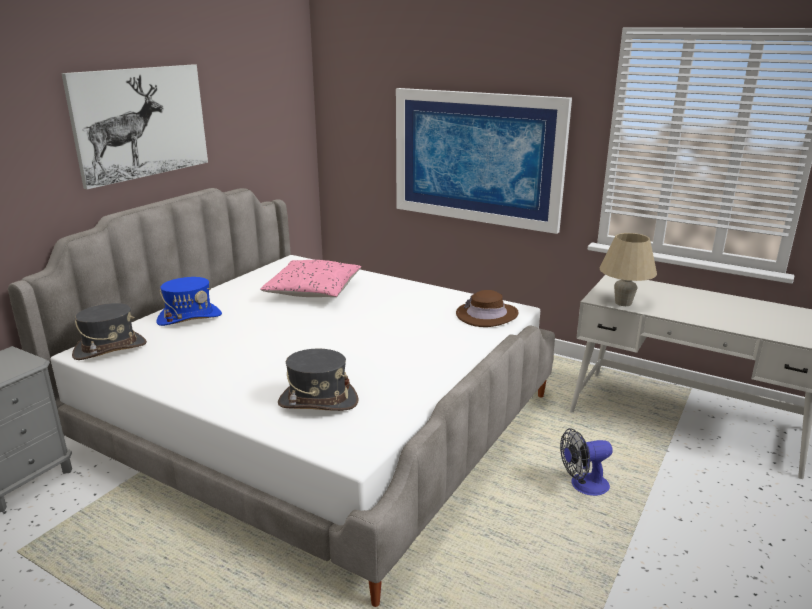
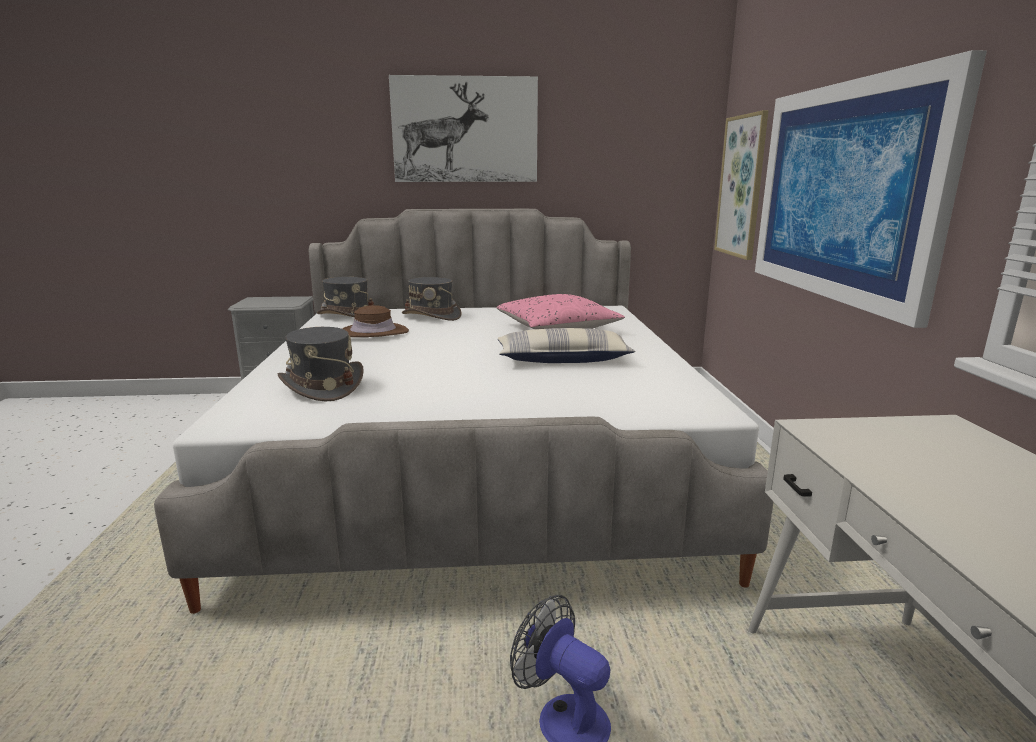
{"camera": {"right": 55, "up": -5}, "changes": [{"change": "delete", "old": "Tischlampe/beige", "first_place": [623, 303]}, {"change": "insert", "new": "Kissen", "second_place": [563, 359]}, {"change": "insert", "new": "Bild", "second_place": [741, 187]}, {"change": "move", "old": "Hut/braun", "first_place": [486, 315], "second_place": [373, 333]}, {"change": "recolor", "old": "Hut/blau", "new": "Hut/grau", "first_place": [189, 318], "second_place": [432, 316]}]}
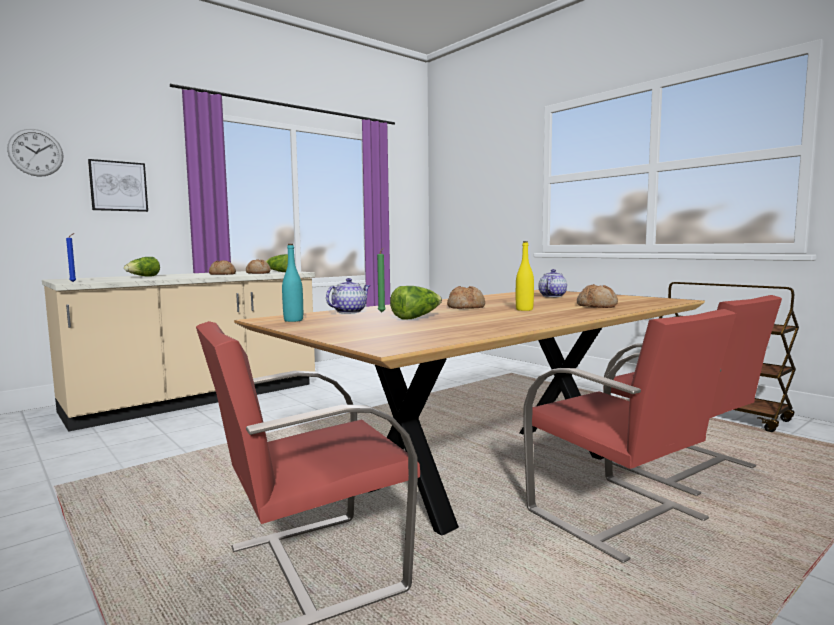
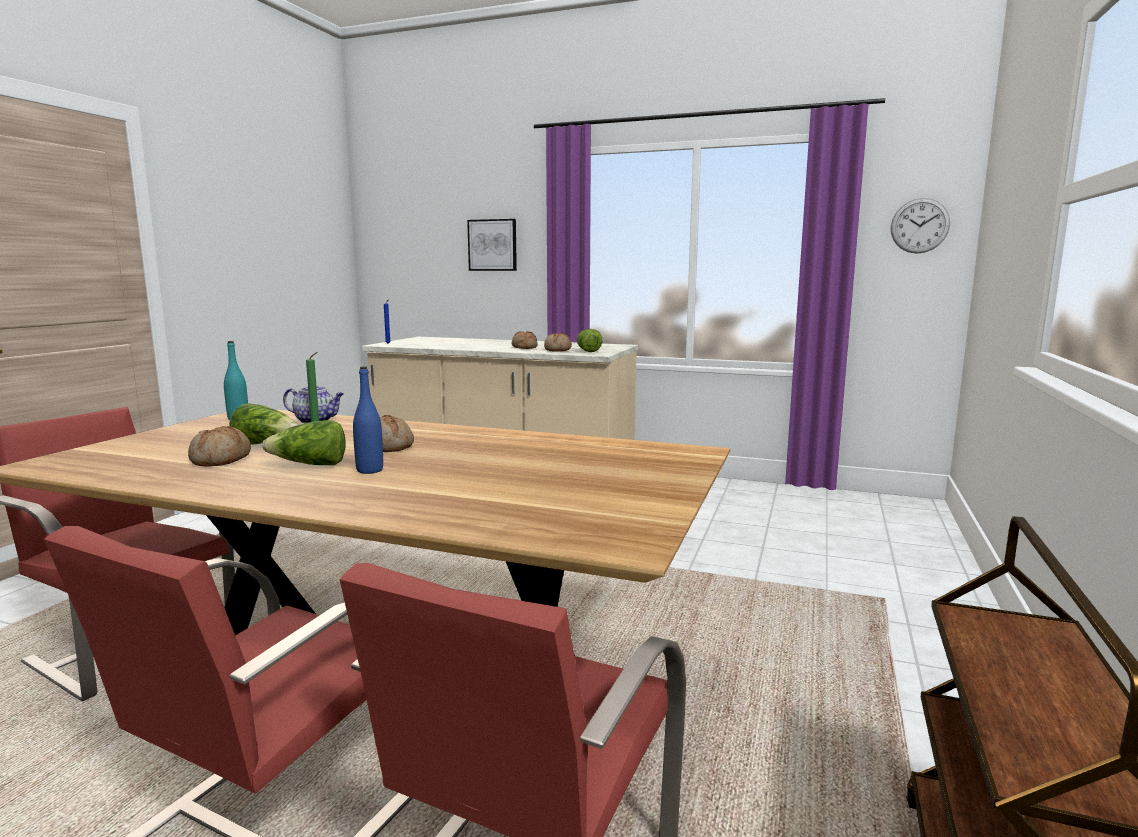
{"camera": {"right": 60, "up": 5}, "changes": [{"change": "delete", "old": "Teekanne", "first_place": [552, 296]}, {"change": "move", "old": "Wanduhr", "first_place": [36, 152], "second_place": [919, 225]}, {"change": "move", "old": "Salatkopf", "first_place": [143, 277], "second_place": [310, 465]}, {"change": "move", "old": "Brot", "first_place": [597, 306], "second_place": [222, 460]}, {"change": "recolor", "old": "Flasche/gelb", "new": "Flasche/blau", "first_place": [524, 309], "second_place": [370, 470]}]}
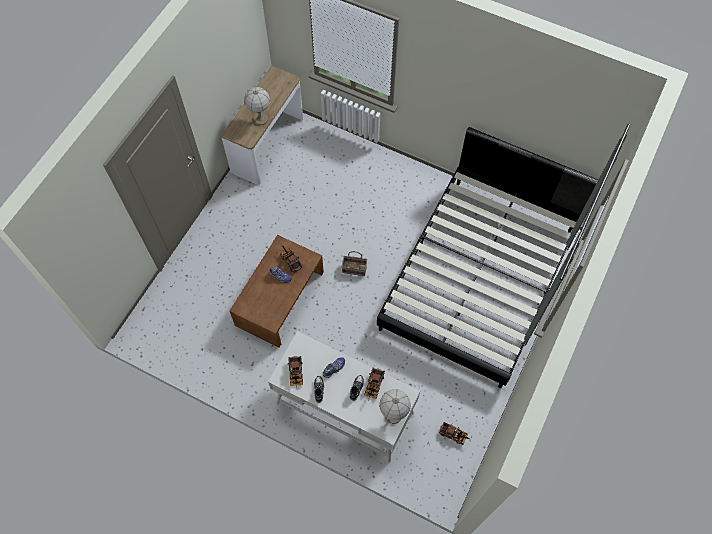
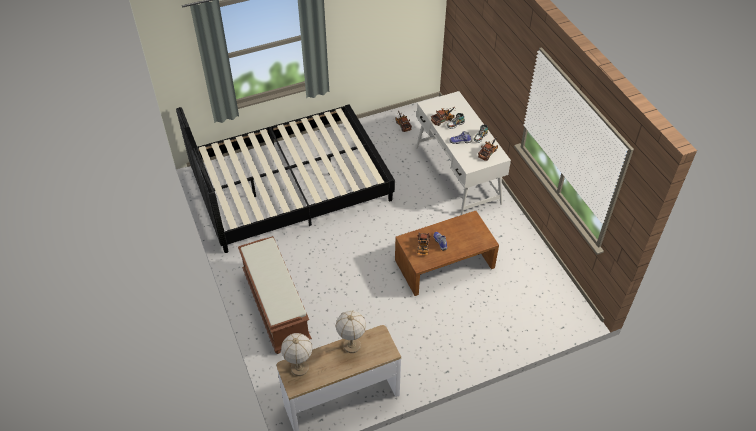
{"camera": {"right": -140, "up": -15}, "changes": [{"change": "delete", "old": "Korb", "first_place": [355, 268]}, {"change": "insert", "new": "Bank/braun", "second_place": [275, 306]}, {"change": "move", "old": "Tischlampe", "first_place": [393, 415], "second_place": [299, 368]}]}
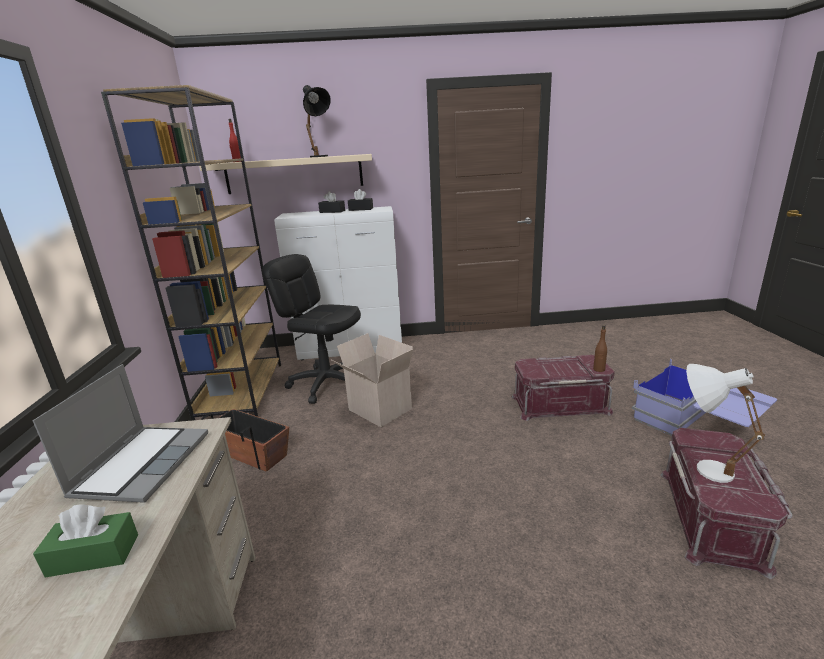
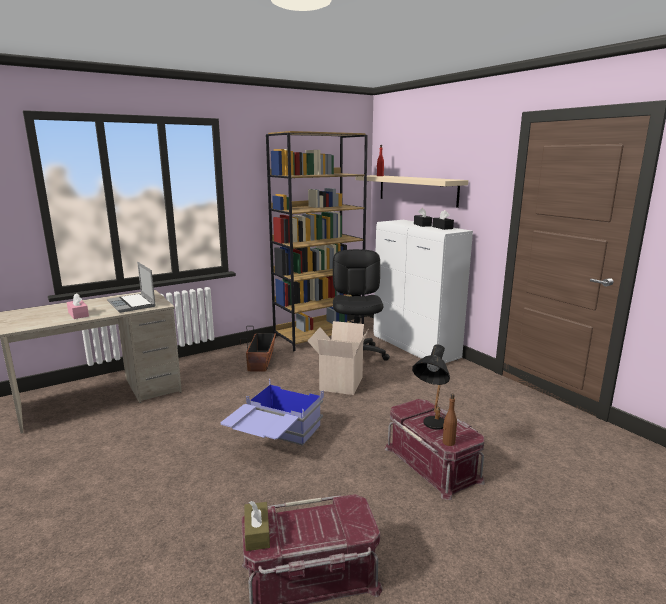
{"camera": {"right": 60, "up": -5}, "changes": [{"change": "delete", "old": "Tischlampe/weiß", "first_place": [701, 466]}, {"change": "insert", "new": "Taschentuchbox/braun", "second_place": [257, 533]}, {"change": "move", "old": "Tischlampe/schwarz", "first_place": [320, 156], "second_place": [431, 427]}, {"change": "move", "old": "Aufbewahrungsbox/blau", "first_place": [696, 427], "second_place": [274, 441]}, {"change": "recolor", "old": "Taschentuchbox/grün", "new": "Taschentuchbox/rosa", "first_place": [93, 555], "second_place": [78, 314]}, {"change": "rotate", "old": "Laptop", "first_place": [142, 463], "second_place": [132, 304], "degrees": 75}]}
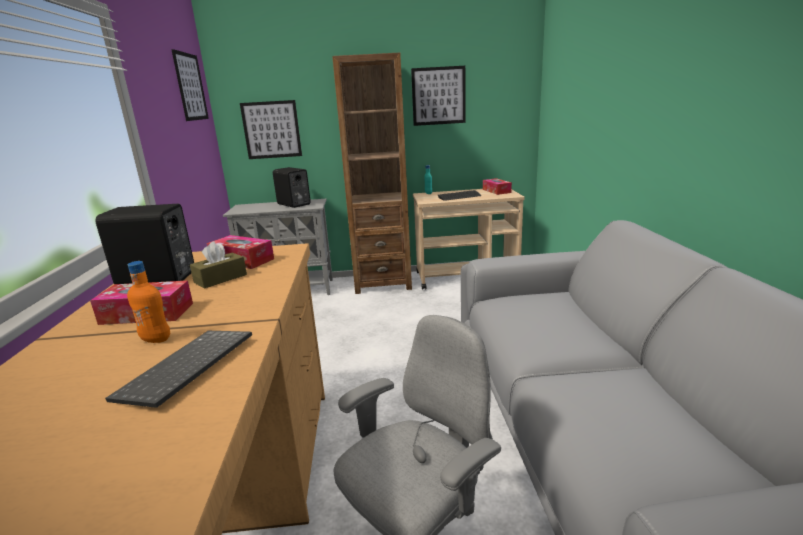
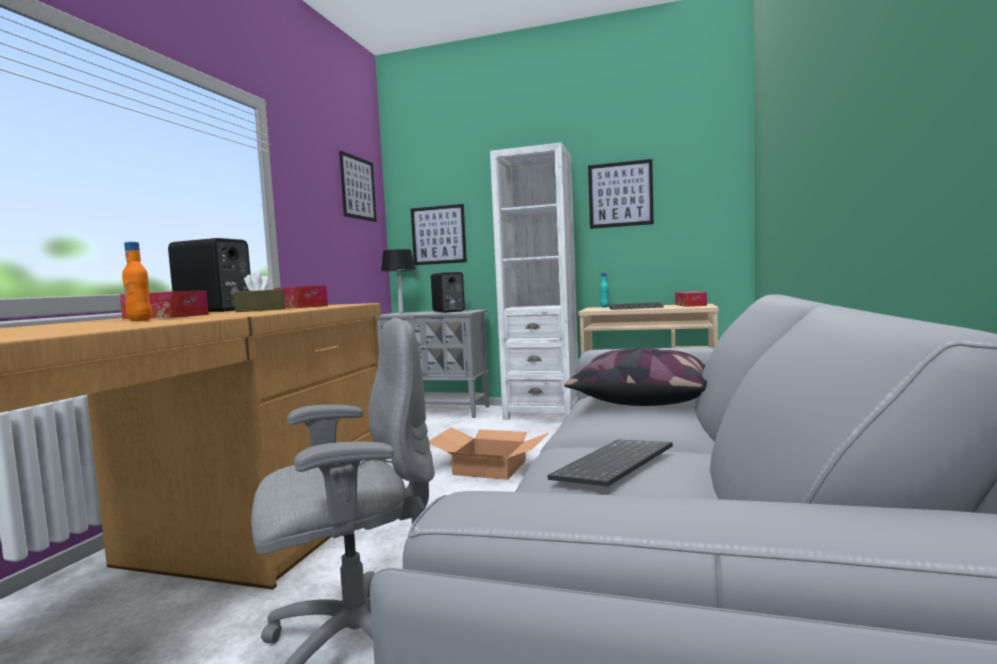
{"camera": {"right": 20, "up": -15}, "changes": [{"change": "insert", "new": "Tischlampe/schwarz", "second_place": [401, 312]}, {"change": "insert", "new": "Karton", "second_place": [488, 468]}, {"change": "insert", "new": "Kissen", "second_place": [641, 399]}, {"change": "move", "old": "Tastatur", "first_place": [188, 369], "second_place": [615, 466]}, {"change": "recolor", "old": "Bücherregal/braun", "new": "Bücherregal/weiß", "first_place": [382, 282], "second_place": [542, 413]}]}
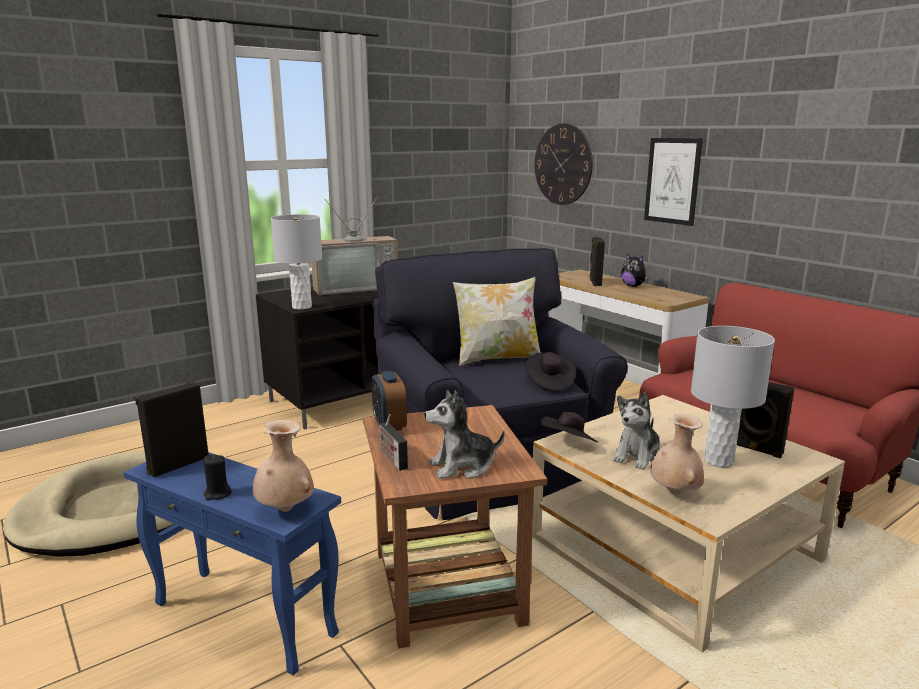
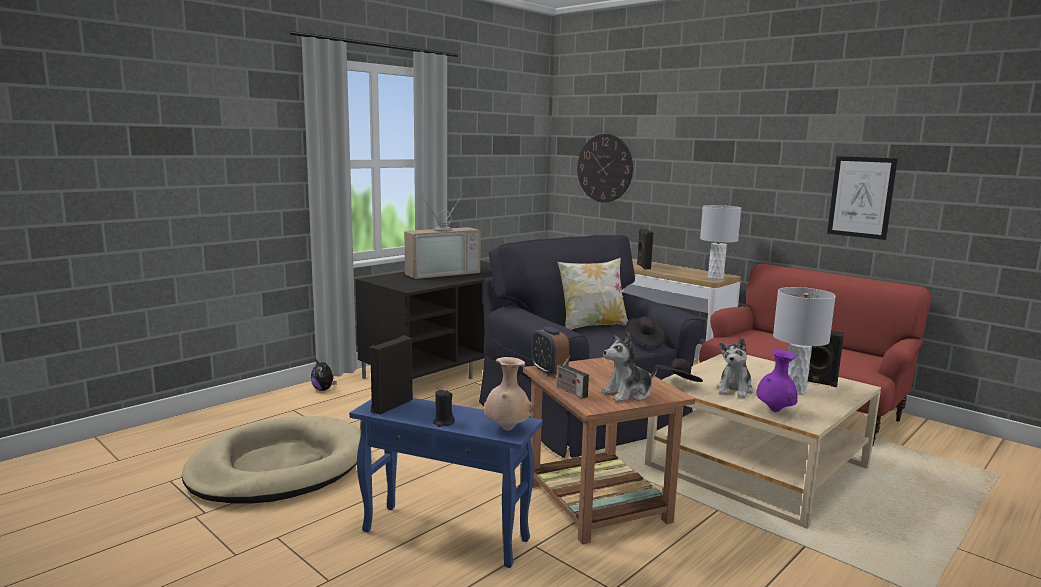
{"camera": {"right": -10, "up": -5}, "changes": [{"change": "move", "old": "Tischlampe/grau", "first_place": [302, 307], "second_place": [716, 277]}, {"change": "move", "old": "Plüschtier", "first_place": [633, 286], "second_place": [324, 389]}, {"change": "move", "old": "Bild", "first_place": [672, 181], "second_place": [861, 197]}, {"change": "recolor", "old": "Vase/beige", "new": "Vase/lila", "first_place": [675, 492], "second_place": [775, 411]}]}
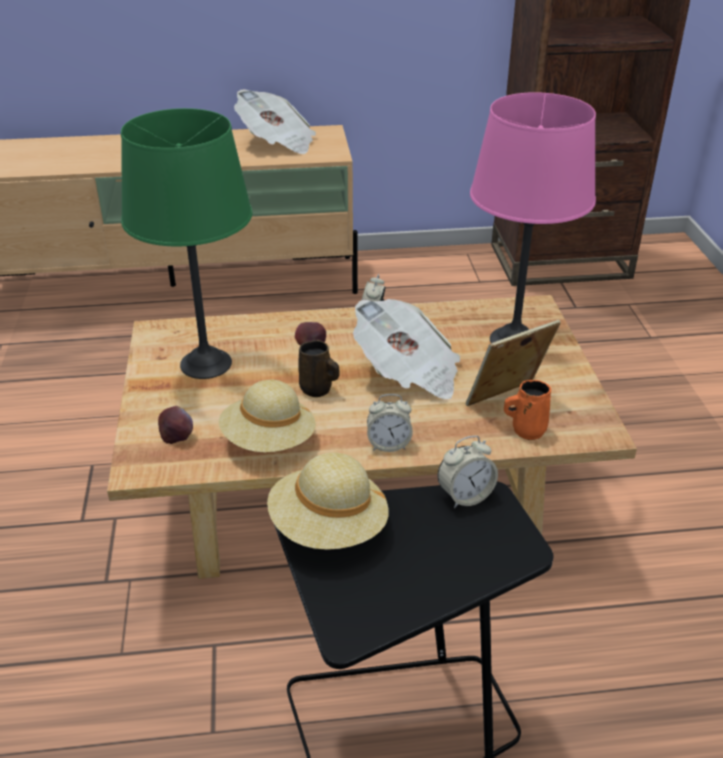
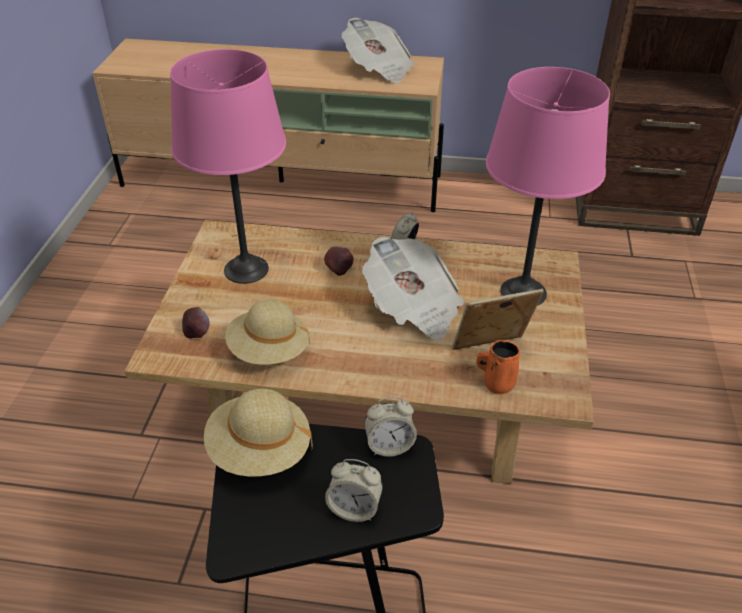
{"camera": {"right": 15, "up": 5}, "changes": [{"change": "delete", "old": "Henkelbecher/braun", "first_place": [317, 390]}, {"change": "move", "old": "Wecker", "first_place": [388, 444], "second_place": [354, 508]}, {"change": "recolor", "old": "Tischlampe/grün", "new": "Tischlampe/rosa", "first_place": [206, 364], "second_place": [246, 270]}]}
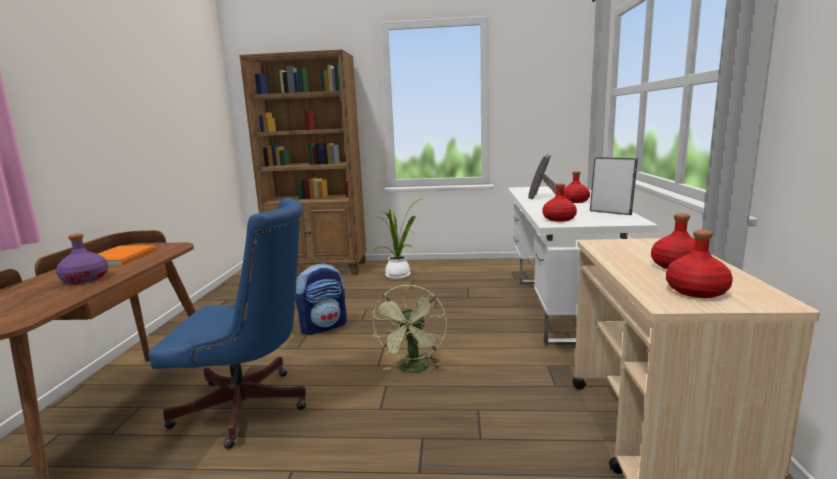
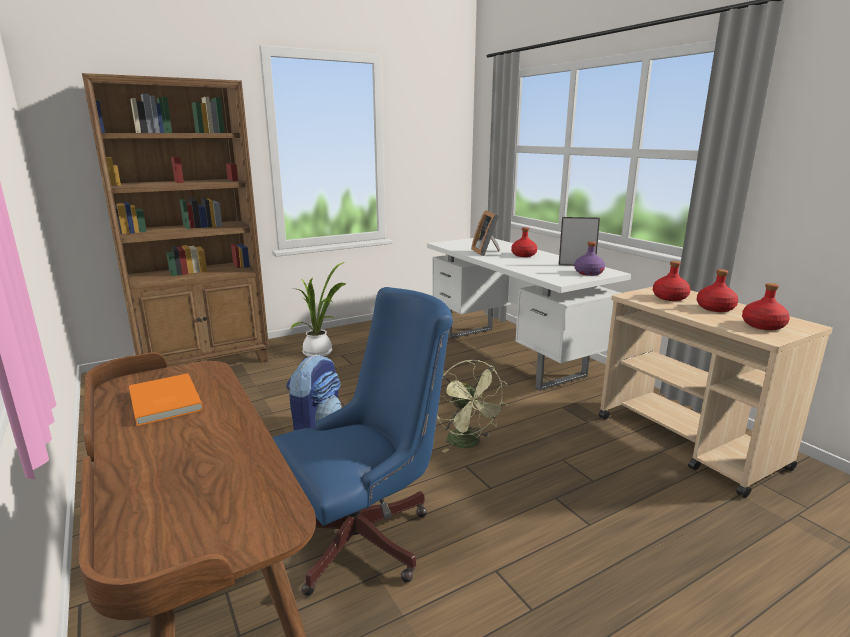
{"camera": {"right": -35, "up": 5}, "changes": [{"change": "move", "old": "Flasche/lila", "first_place": [85, 279], "second_place": [588, 273]}, {"change": "move", "old": "Flasche/rot", "first_place": [559, 219], "second_place": [669, 297]}]}
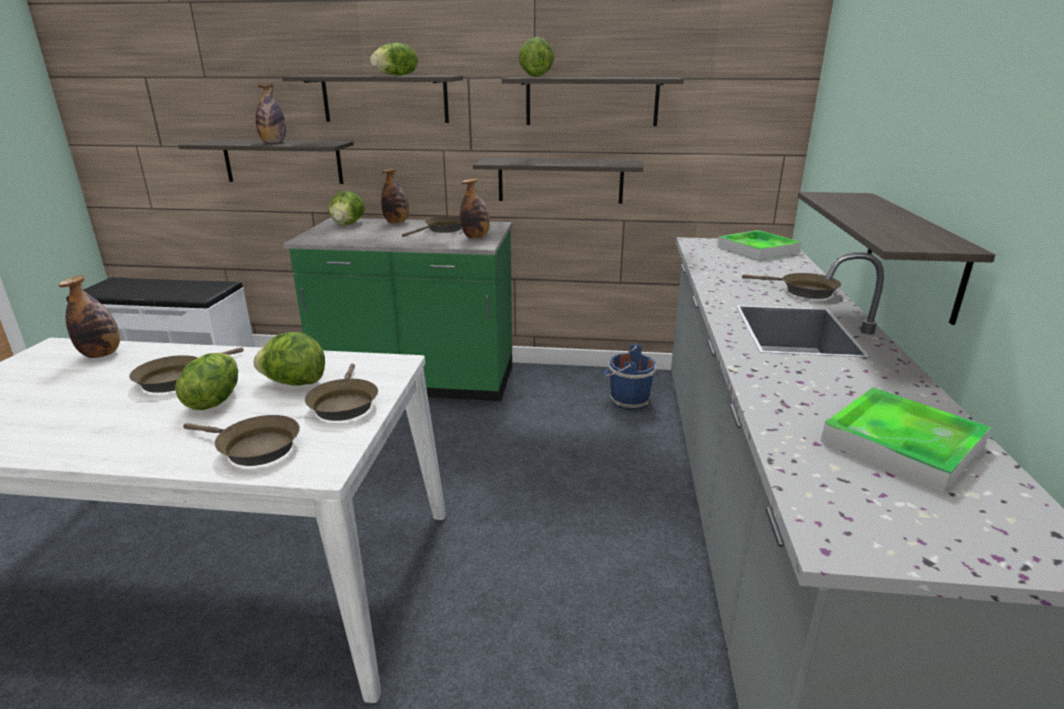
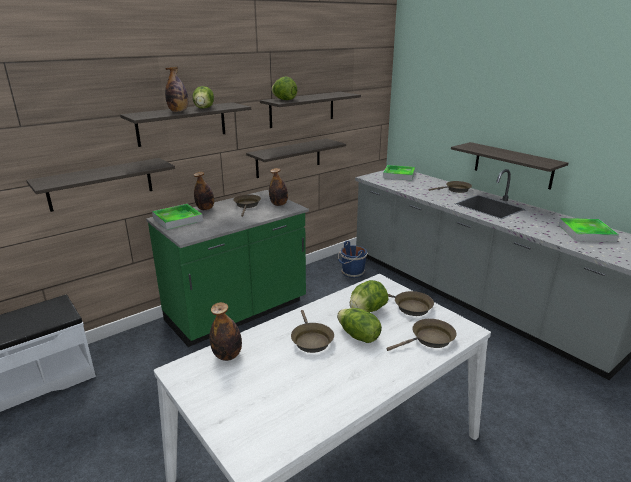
{"camera": {"right": -45, "up": 0}, "changes": [{"change": "move", "old": "Flasche", "first_place": [273, 142], "second_place": [178, 111]}, {"change": "replace", "old": "Salatkopf", "new": "Tablett", "first_place": [347, 224], "second_place": [177, 219]}]}
